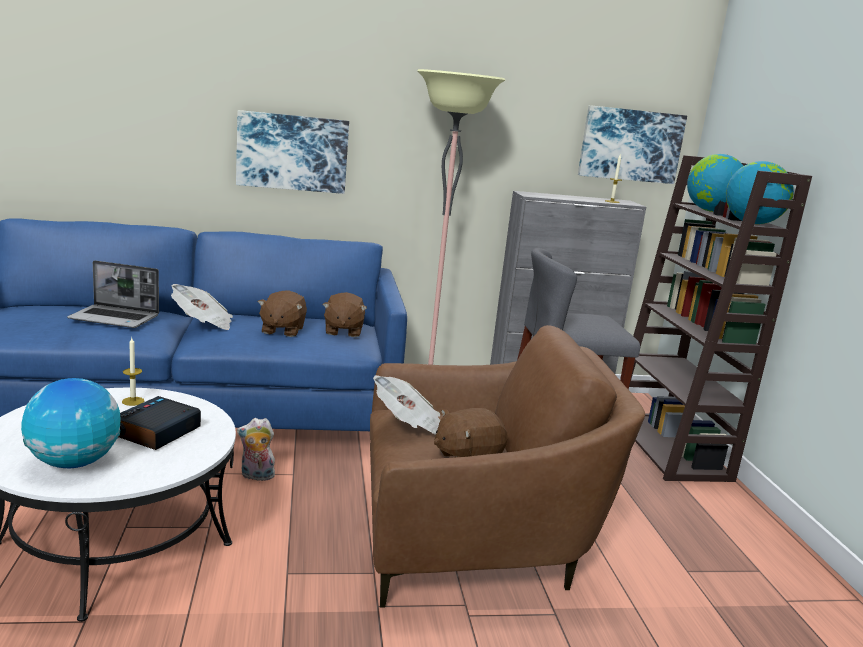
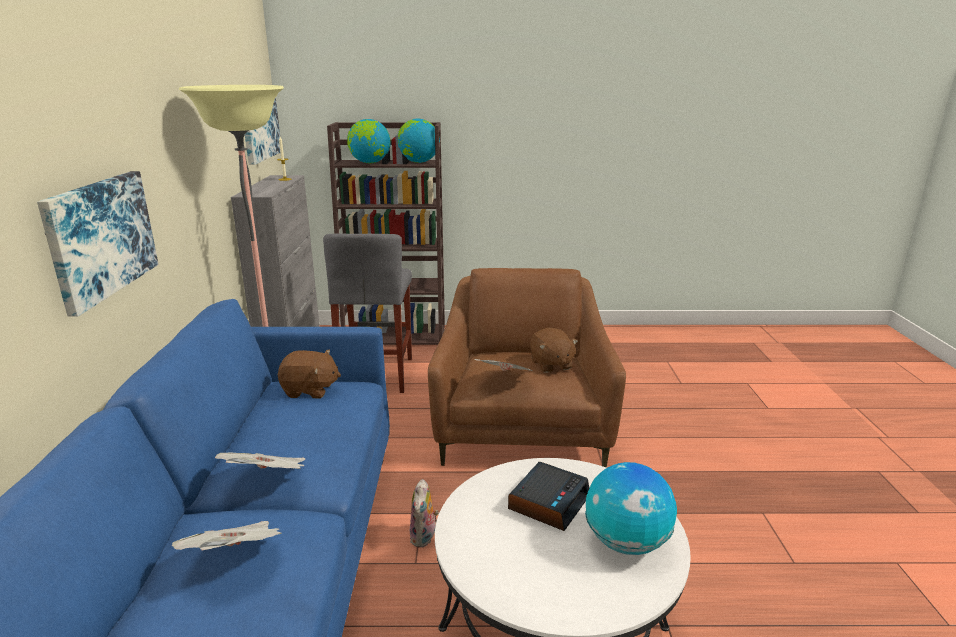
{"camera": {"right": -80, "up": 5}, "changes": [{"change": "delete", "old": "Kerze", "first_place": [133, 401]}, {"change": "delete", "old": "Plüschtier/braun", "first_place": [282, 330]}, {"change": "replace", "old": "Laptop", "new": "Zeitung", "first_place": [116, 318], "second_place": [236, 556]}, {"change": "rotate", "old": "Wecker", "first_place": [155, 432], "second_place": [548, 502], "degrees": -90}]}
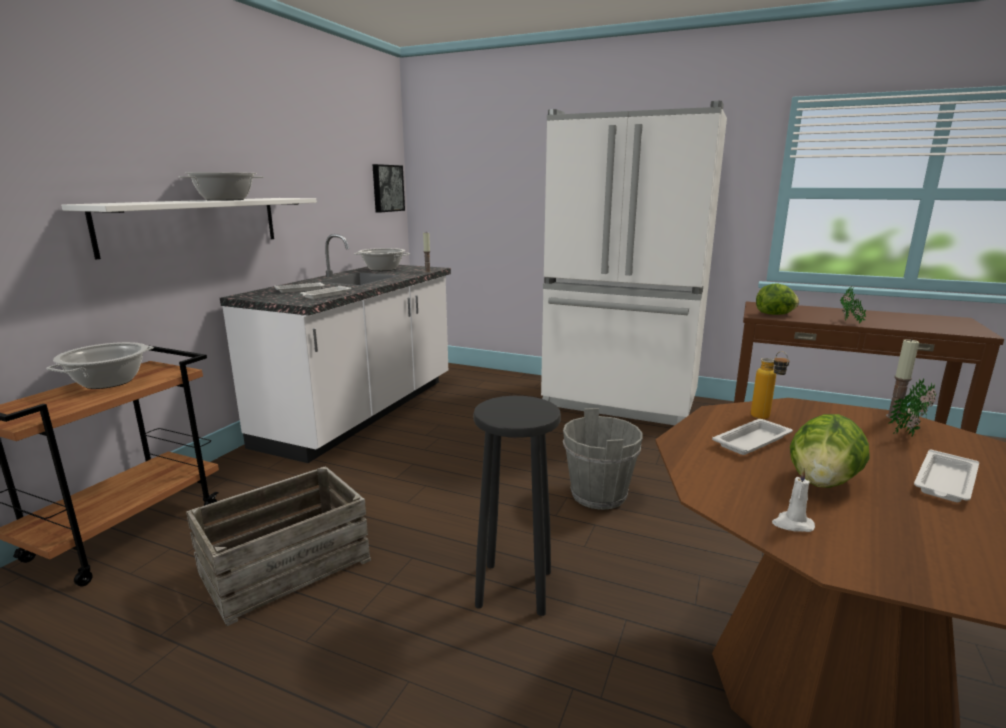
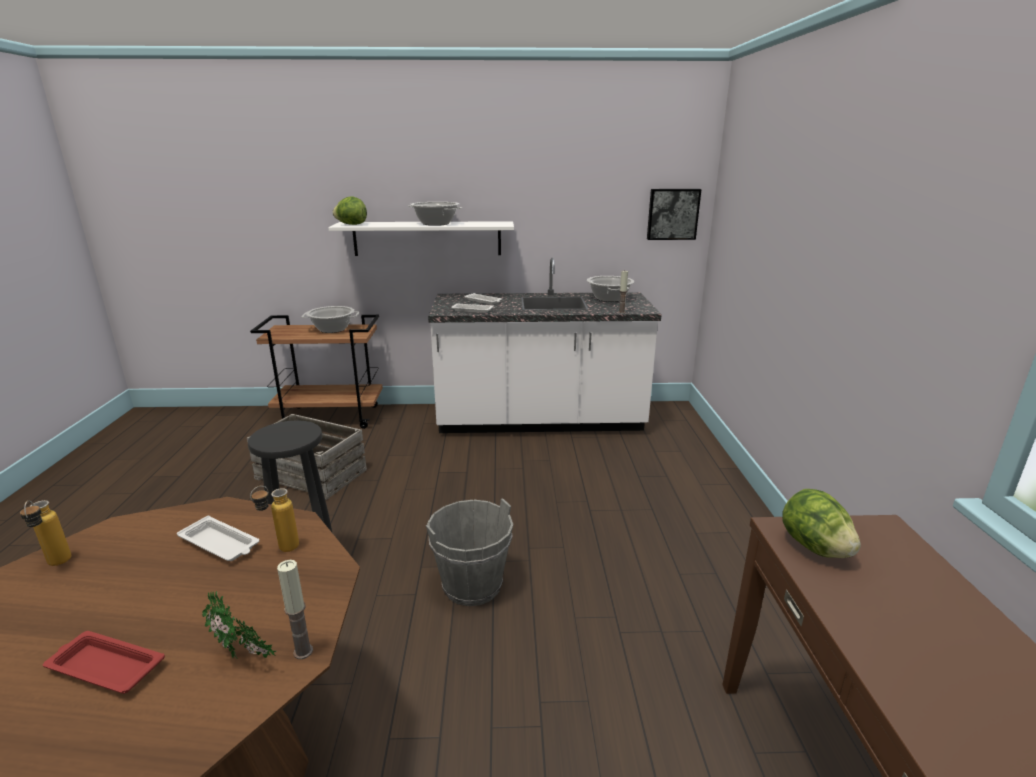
{"camera": {"right": 65, "up": 5}, "changes": [{"change": "delete", "old": "Kühlschrank/weiß", "first_place": [619, 403]}, {"change": "delete", "old": "Topfpflanze", "first_place": [850, 322]}, {"change": "move", "old": "Salatkopf", "first_place": [823, 482], "second_place": [351, 224]}, {"change": "replace", "old": "Kerze/weiß", "new": "Flasche", "first_place": [792, 524], "second_place": [57, 565]}, {"change": "recolor", "old": "Tablett/weiß", "new": "Tablett/rot", "first_place": [945, 482], "second_place": [105, 667]}]}
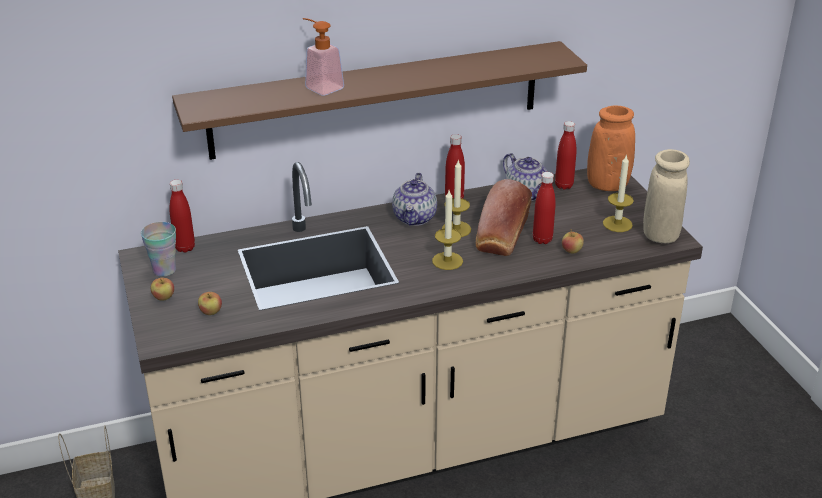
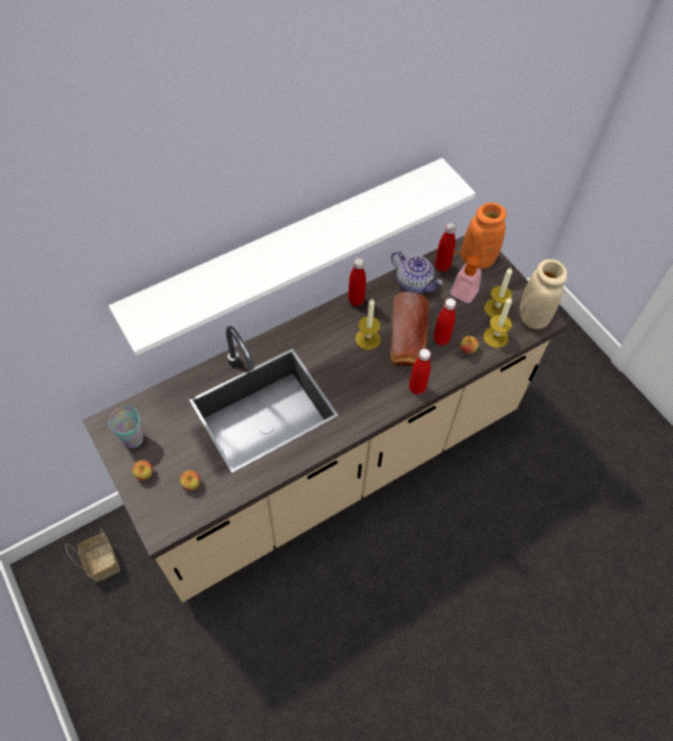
{"camera": {"right": -15, "up": 25}, "changes": [{"change": "delete", "old": "Teekanne", "first_place": [415, 218]}, {"change": "move", "old": "Flasche/rot", "first_place": [185, 248], "second_place": [417, 388]}, {"change": "move", "old": "Seifenspender", "first_place": [320, 86], "second_place": [459, 290]}, {"change": "move", "old": "Kerze", "first_place": [447, 261], "second_place": [495, 337]}, {"change": "recolor", "old": "Wandregal/braun", "new": "Wandregal/weiß", "first_place": [376, 100], "second_place": [288, 248]}]}
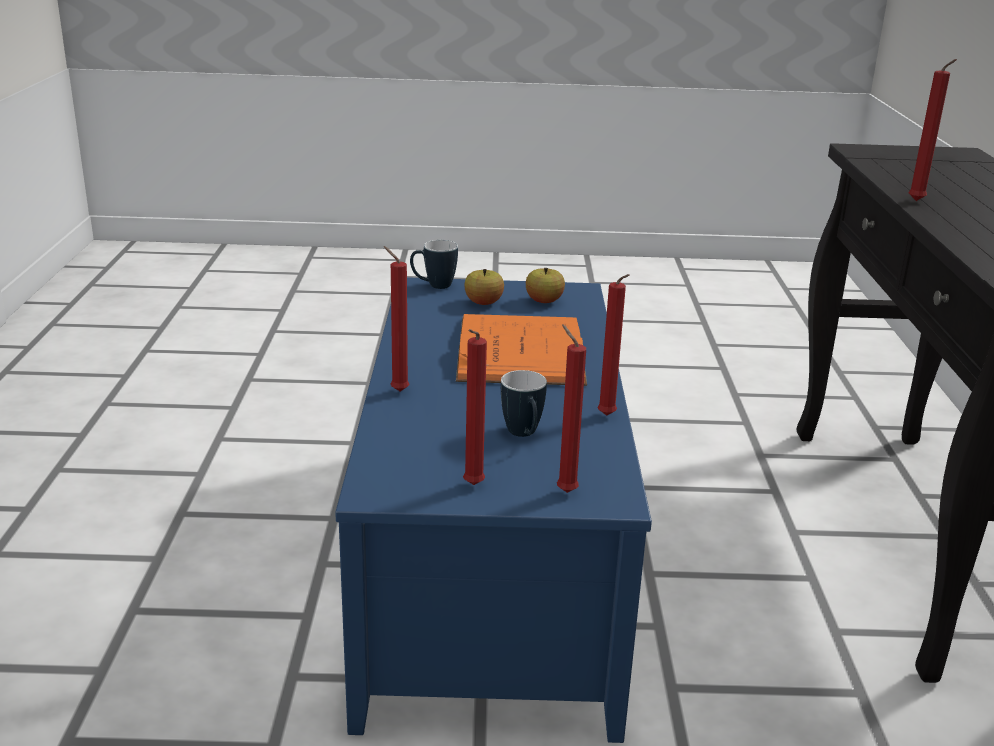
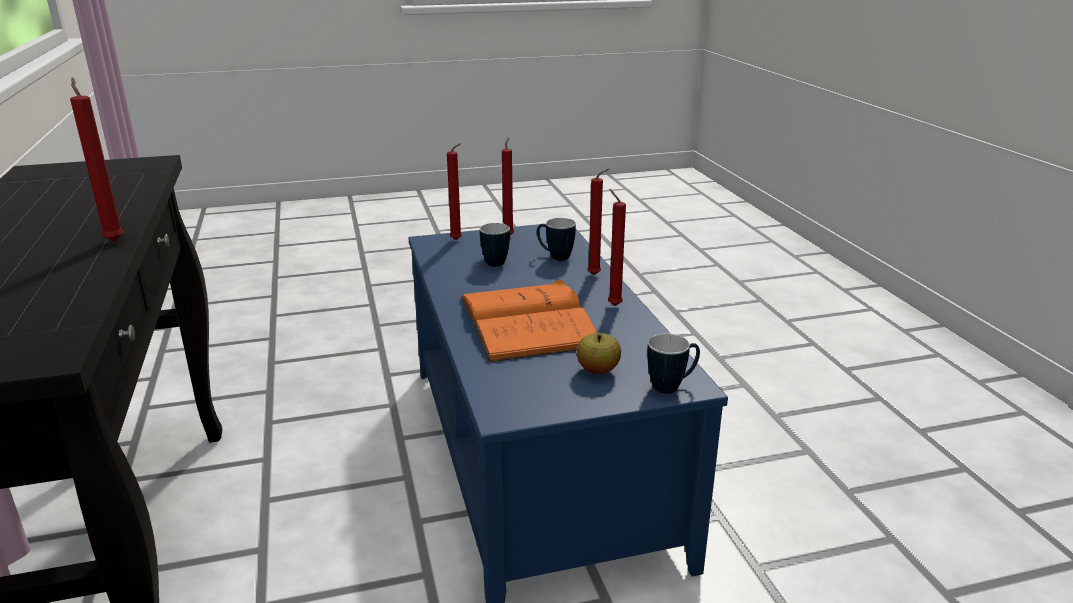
{"camera": {"right": 165, "up": 0}, "changes": [{"change": "delete", "old": "Apfel", "first_place": [544, 301]}, {"change": "insert", "new": "Henkelbecher", "second_place": [555, 257]}, {"change": "move", "old": "Kerze/rot", "first_place": [608, 417], "second_place": [613, 305]}]}
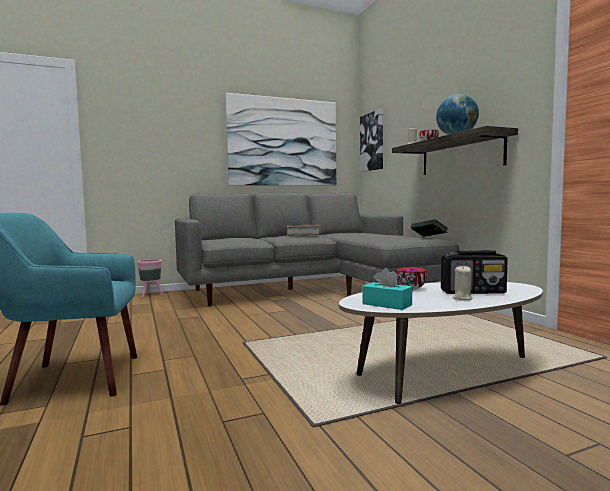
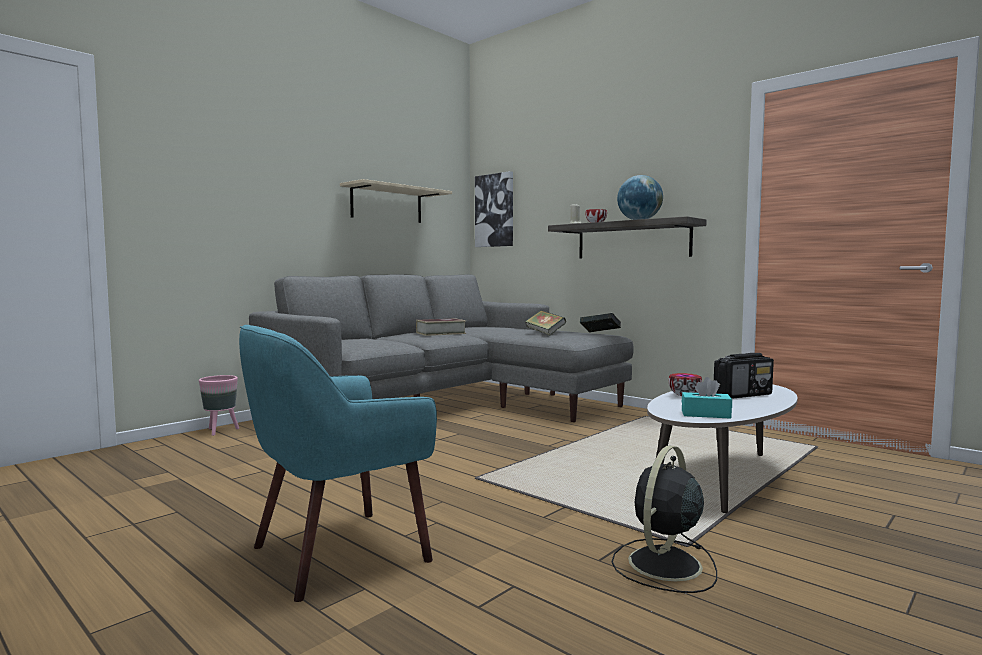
{"camera": {"right": -25, "up": 0}, "changes": [{"change": "delete", "old": "Kerze/beige", "first_place": [462, 298]}, {"change": "insert", "new": "Buch", "second_place": [545, 333]}, {"change": "insert", "new": "Ventilator/schwarz", "second_place": [663, 565]}, {"change": "replace", "old": "Bild", "new": "Wandregal/beige", "first_place": [283, 142], "second_place": [387, 204]}]}
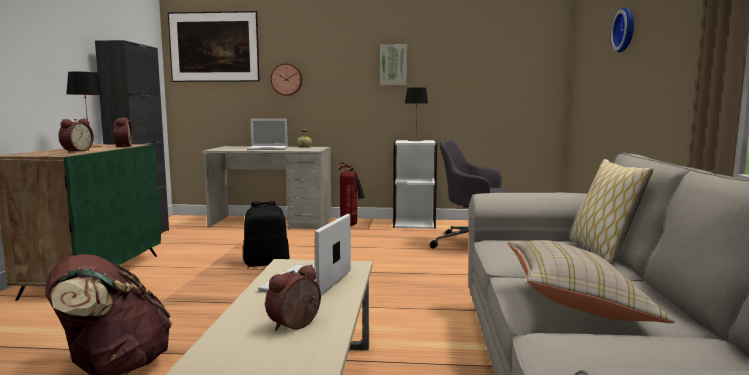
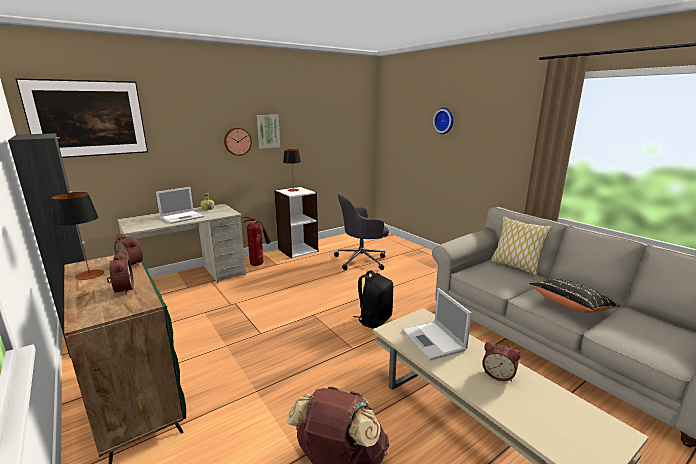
{"camera": {"right": -40, "up": 10}, "changes": [{"change": "move", "old": "Rucksack/schwarz", "first_place": [267, 263], "second_place": [374, 320]}, {"change": "move", "old": "Wanduhr", "first_place": [286, 79], "second_place": [237, 141]}, {"change": "recolor", "old": "Kissen/beige", "new": "Kissen/schwarz", "first_place": [577, 304], "second_place": [570, 307]}, {"change": "rotate", "old": "Wecker", "first_place": [296, 326], "second_place": [498, 374], "degrees": -60}]}
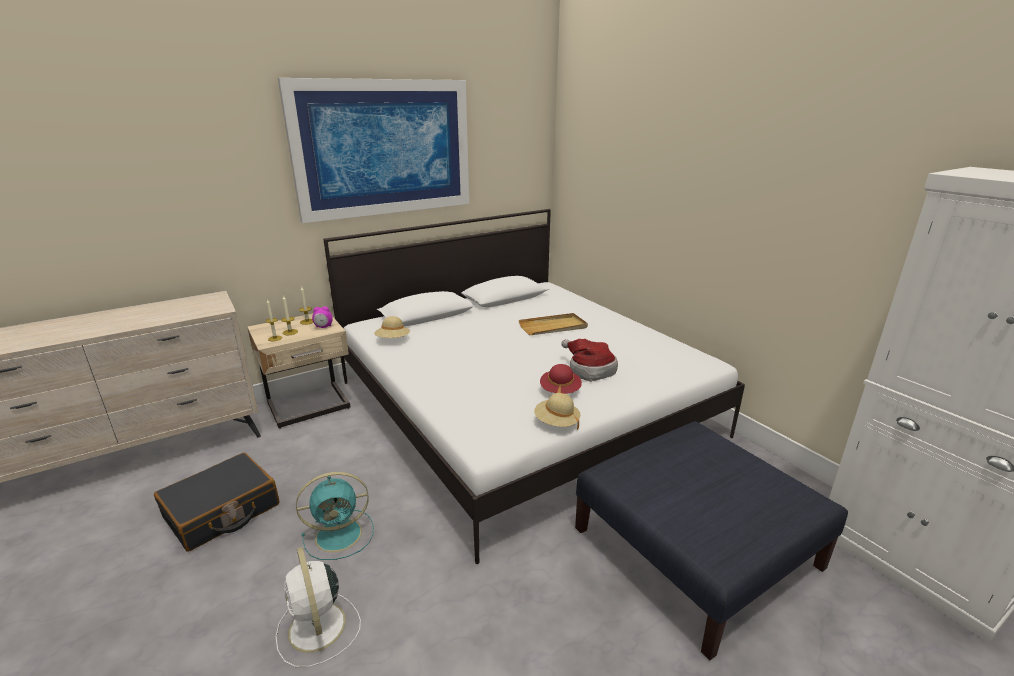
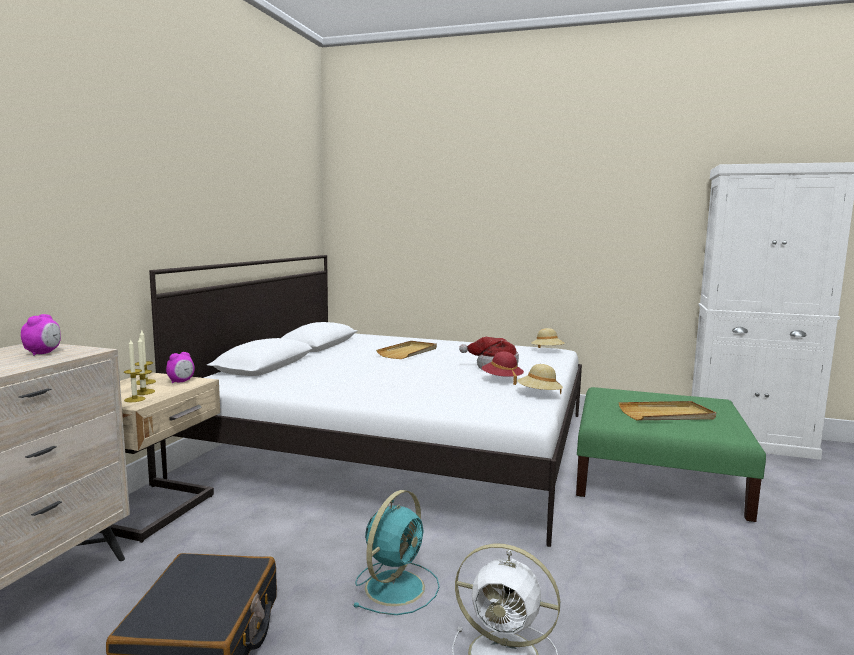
{"camera": {"right": -40, "up": -15}, "changes": [{"change": "delete", "old": "Bild", "first_place": [384, 148]}, {"change": "insert", "new": "Wecker", "second_place": [43, 353]}, {"change": "insert", "new": "Tablett/beige", "second_place": [667, 415]}, {"change": "move", "old": "Hut/beige", "first_place": [393, 340], "second_place": [547, 351]}, {"change": "recolor", "old": "Polsterhocker/blau", "new": "Polsterhocker/grün", "first_place": [695, 547], "second_place": [655, 476]}]}
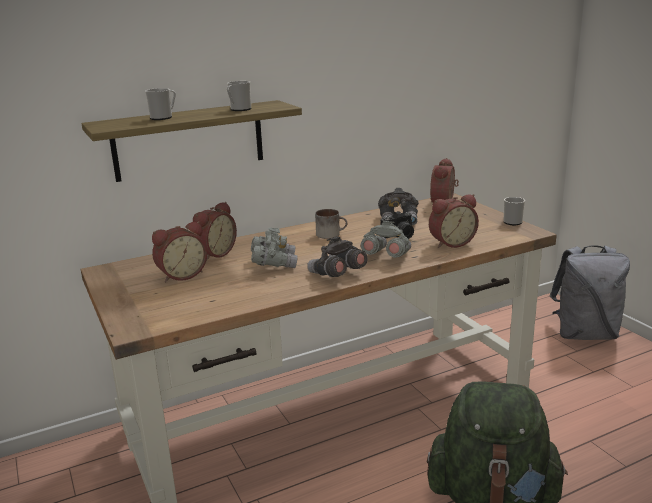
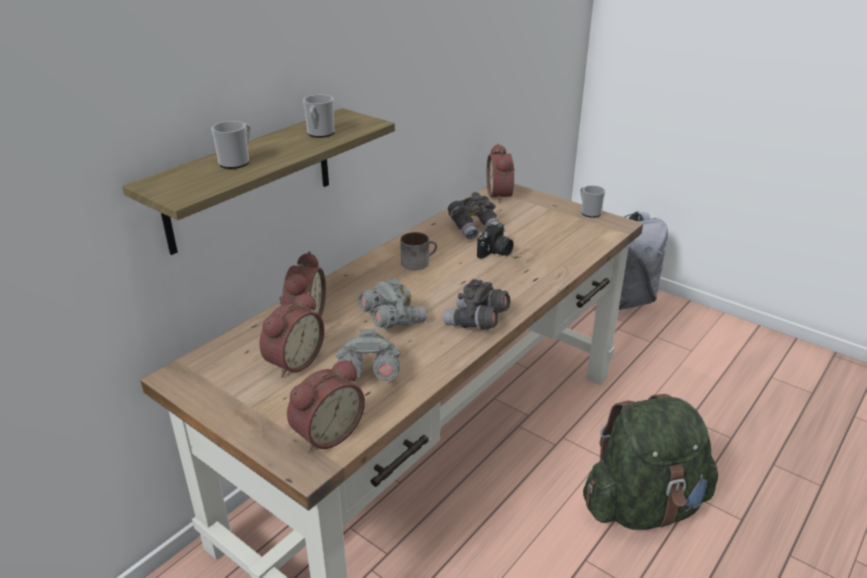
{"camera": {"right": -25, "up": 10}, "changes": [{"change": "move", "old": "Fernglas/grau", "first_place": [386, 256], "second_place": [368, 374]}, {"change": "move", "old": "Wecker", "first_place": [451, 243], "second_place": [326, 433]}]}
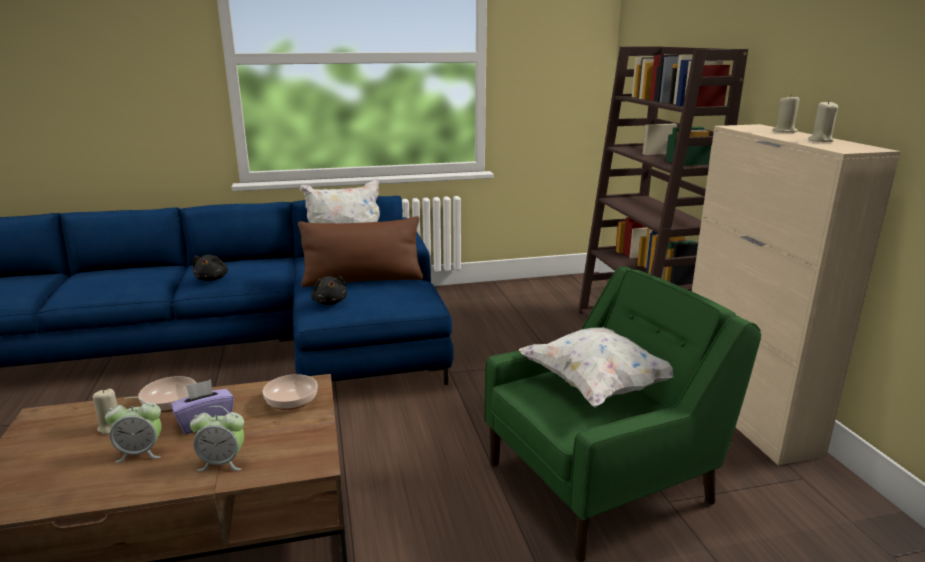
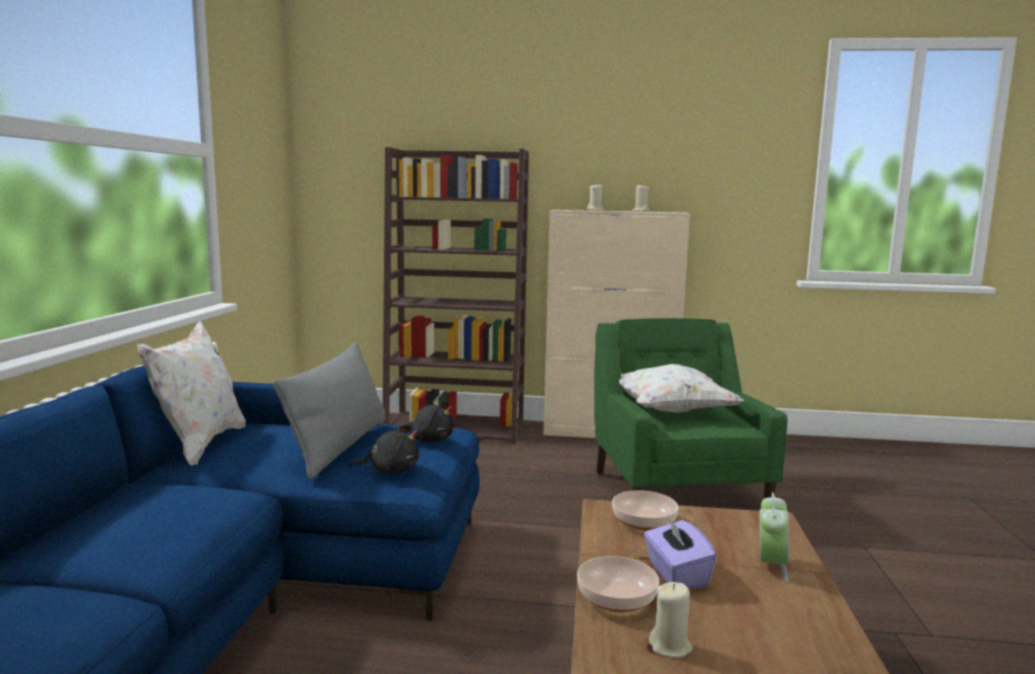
{"camera": {"right": -70, "up": -10}, "changes": [{"change": "delete", "old": "Wecker", "first_place": [140, 453]}, {"change": "move", "old": "Plüschtier/schwarz", "first_place": [212, 279], "second_place": [429, 440]}, {"change": "recolor", "old": "Kissen/braun", "new": "Kissen/grau", "first_place": [363, 280], "second_place": [339, 446]}]}
